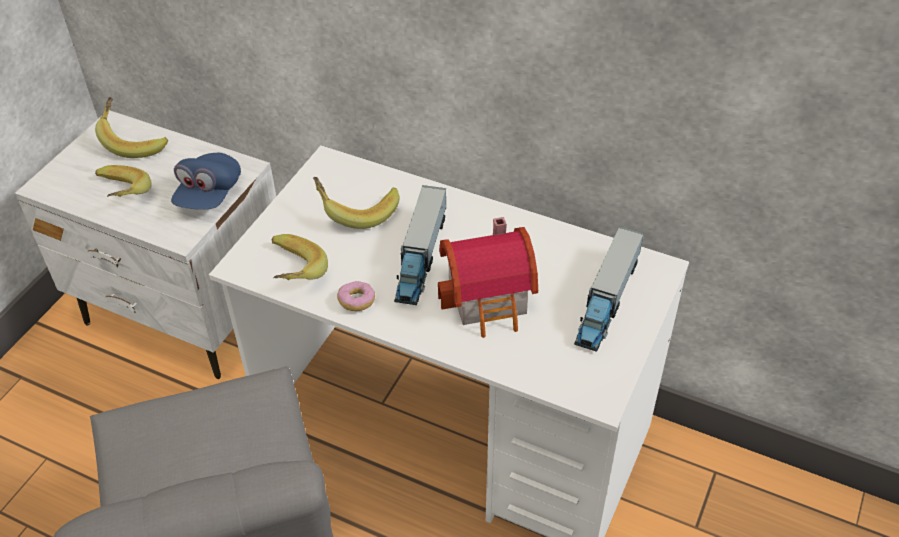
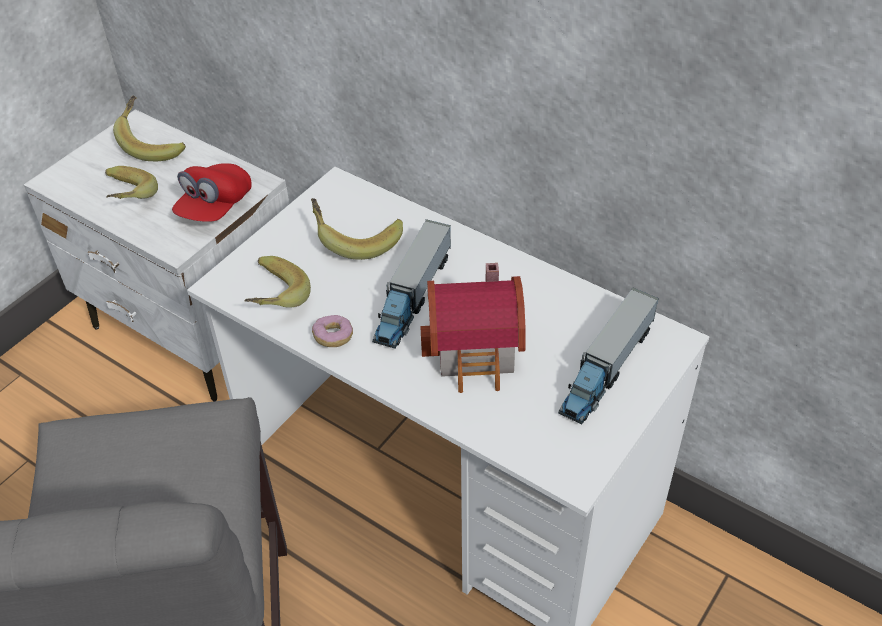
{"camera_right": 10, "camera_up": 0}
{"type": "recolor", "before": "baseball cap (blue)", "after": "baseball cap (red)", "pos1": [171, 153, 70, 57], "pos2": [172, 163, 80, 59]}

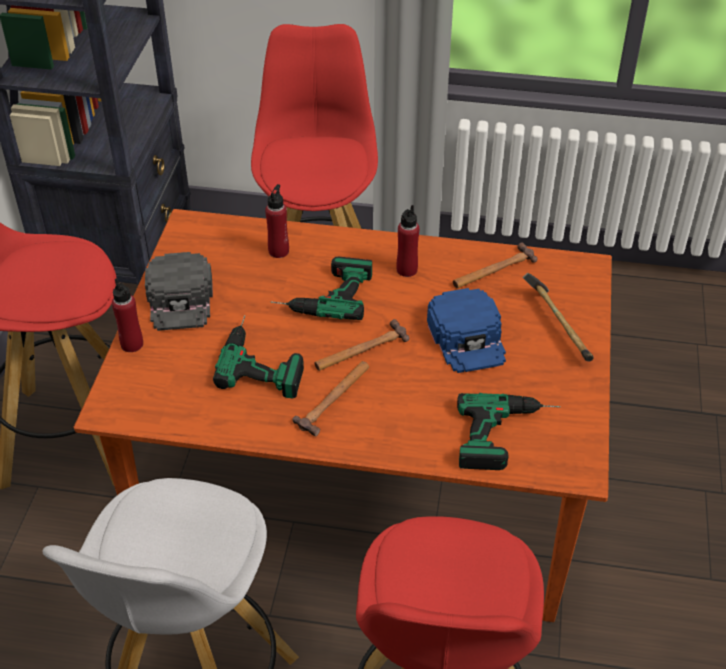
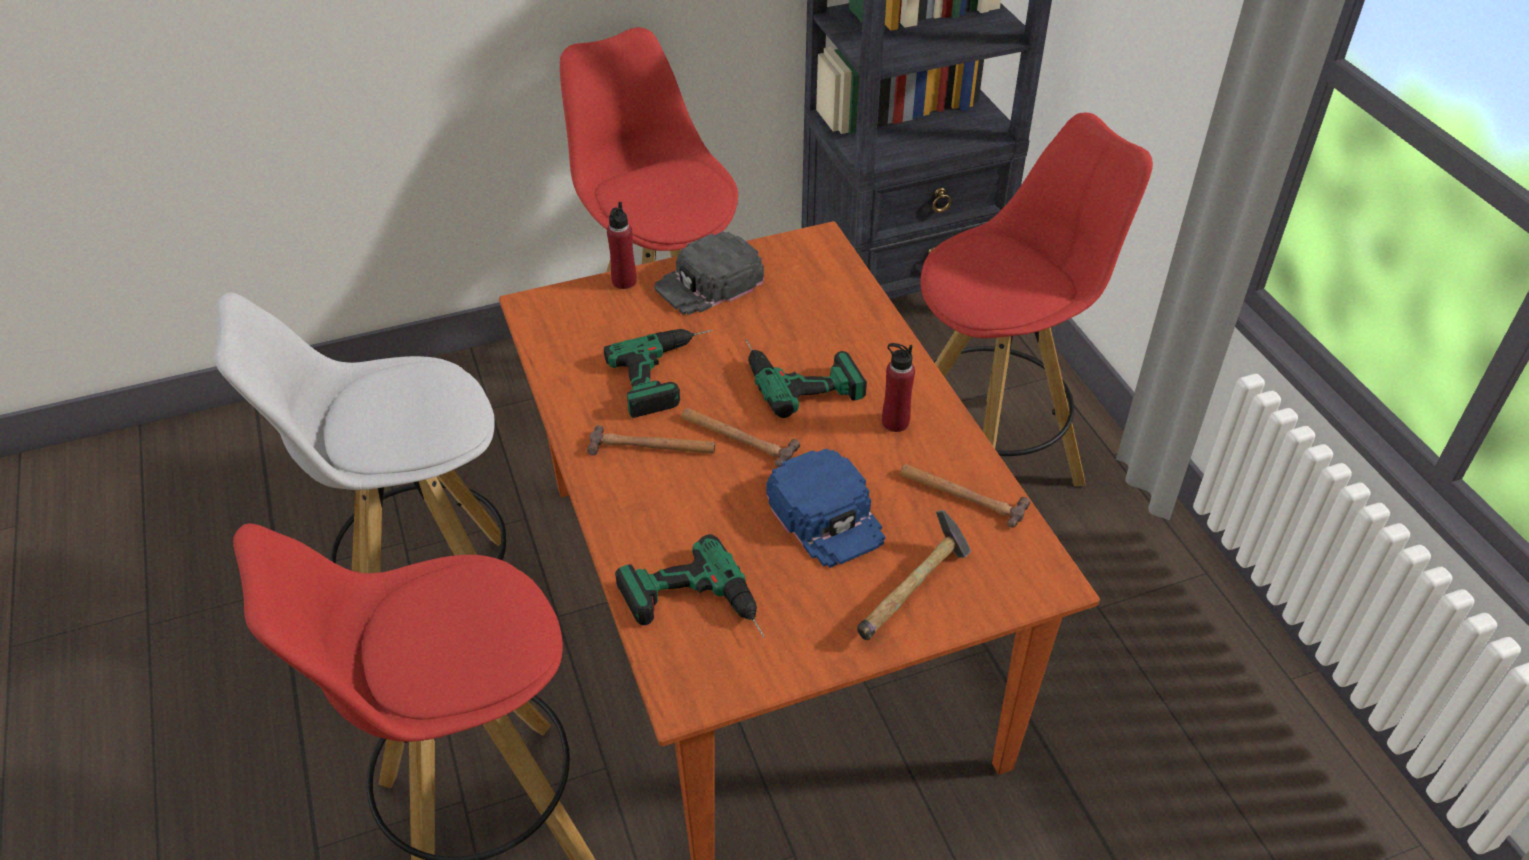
{"camera_right": 60, "camera_up": 0}
{"type": "delete", "before": "drink bottle (red)", "pos1": [265, 184, 24, 74]}
{"type": "rotate", "before": "baseball cap (blue)", "pos1": [427, 288, 79, 85], "pos2": [766, 449, 119, 119], "turn": -75}

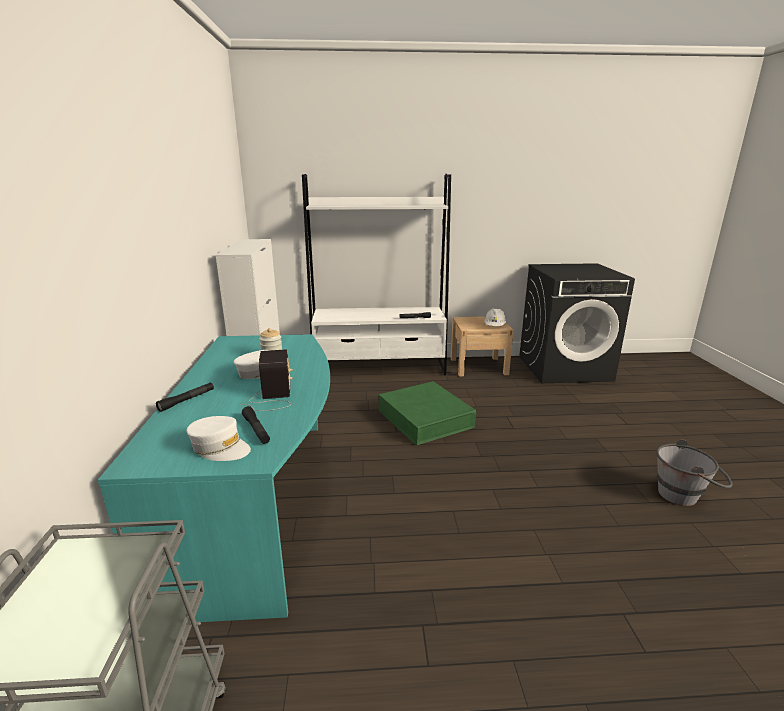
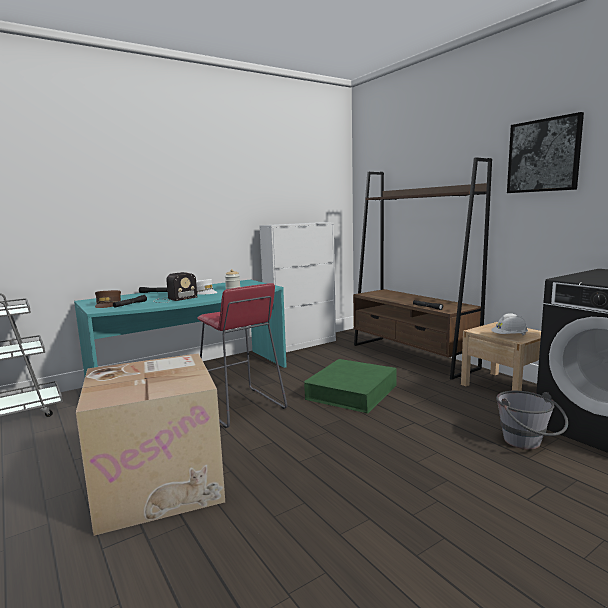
{"camera_right": 60, "camera_up": -10}
{"type": "insert", "after": "packing box", "pos2": [76, 353, 149, 183]}
{"type": "insert", "after": "stool (red)", "pos2": [197, 283, 90, 145]}
{"type": "insert", "after": "wall art", "pos2": [507, 112, 77, 81]}
{"type": "move", "before": "bucket (gray)", "pos1": [656, 439, 77, 67], "pos2": [496, 391, 72, 58]}
{"type": "recolor", "before": "baseball cap (white)", "after": "baseball cap (brown)", "pos1": [186, 416, 65, 45], "pos2": [95, 290, 26, 18]}
{"type": "recolor", "before": "shelving unit (white)", "after": "shelving unit (brown)", "pos1": [302, 174, 149, 201], "pos2": [353, 157, 139, 223]}

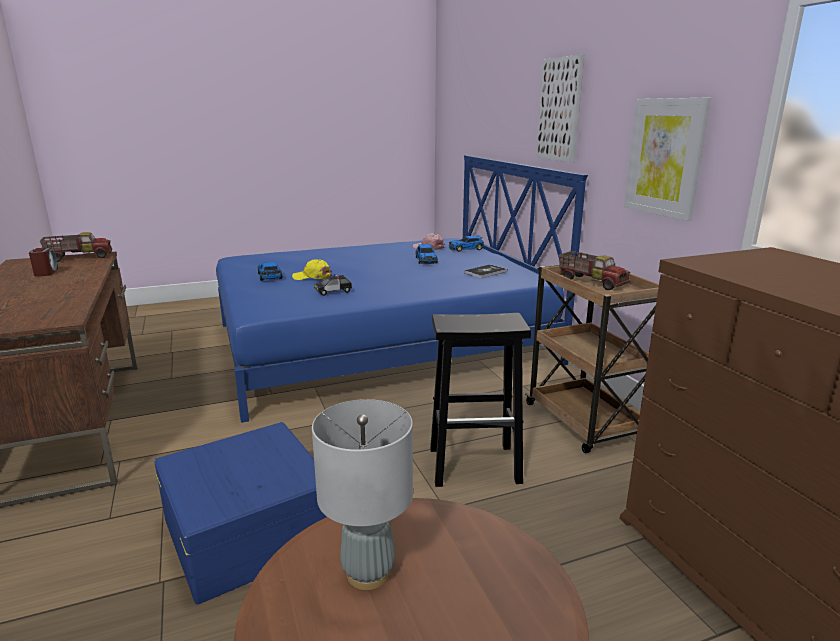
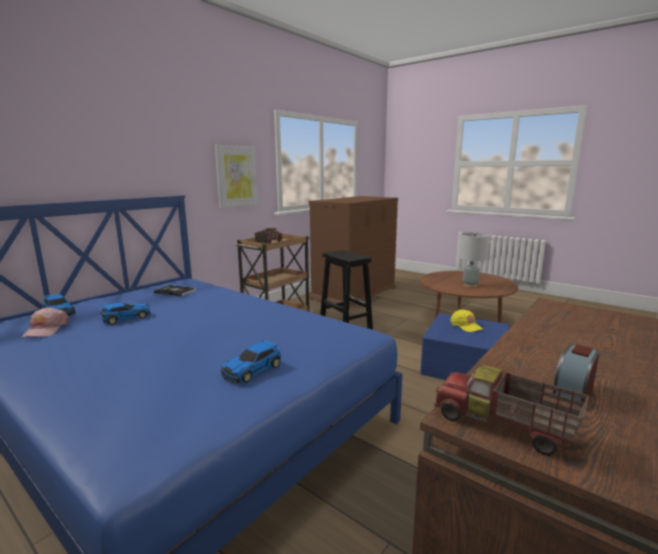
{"camera_right": -120, "camera_up": -5}
{"type": "delete", "before": "model car", "pos1": [314, 274, 38, 22]}
{"type": "delete", "before": "wall art", "pos1": [536, 55, 48, 107]}
{"type": "move", "before": "baseball cap (yellow)", "pos1": [292, 259, 40, 21], "pos2": [450, 309, 33, 23]}

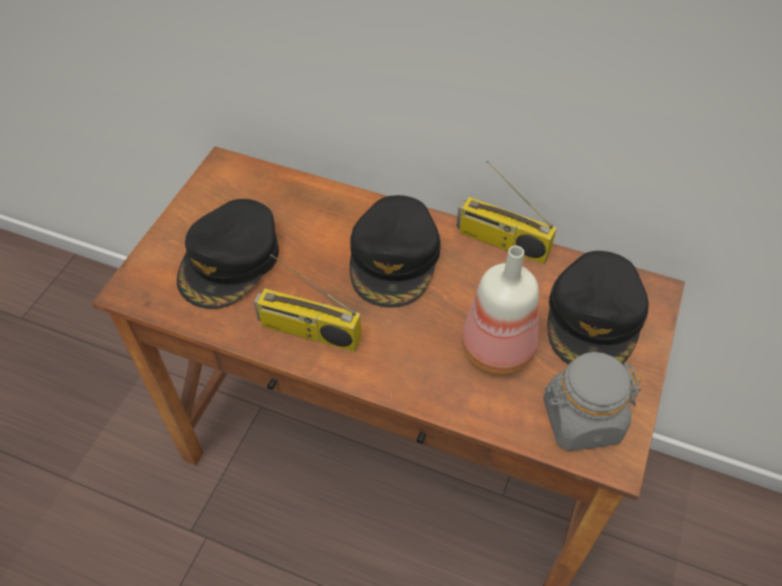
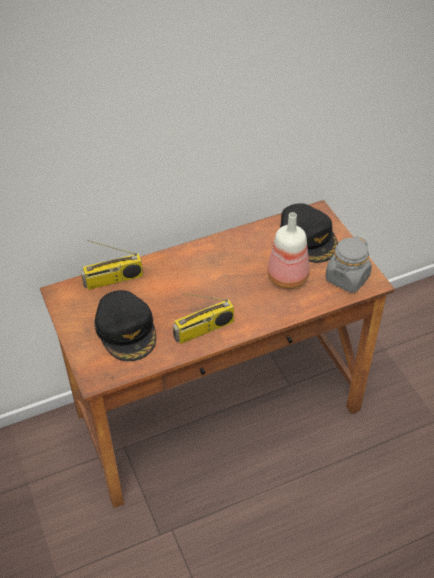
{"camera_right": -45, "camera_up": -5}
{"type": "delete", "before": "baseball cap (black)", "pos1": [350, 195, 90, 113]}
{"type": "move", "before": "radio", "pos1": [456, 161, 101, 103], "pos2": [81, 240, 62, 50]}

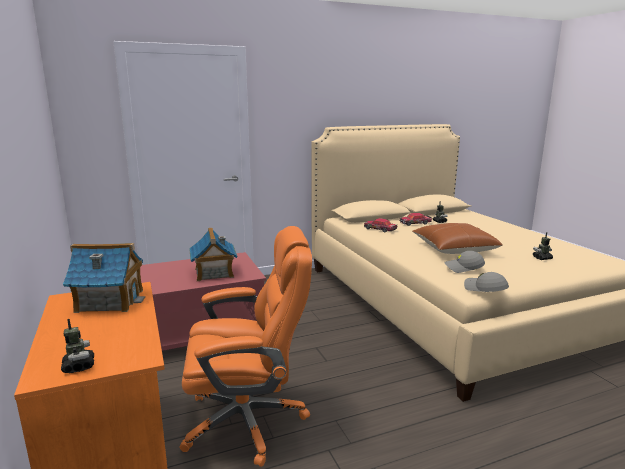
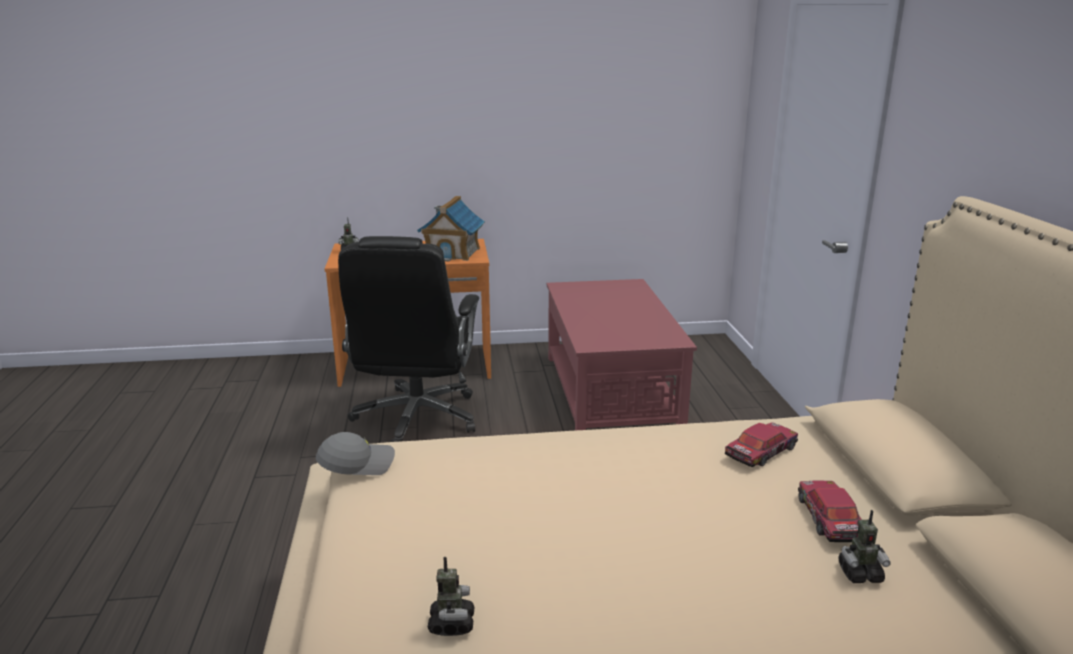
{"camera_right": 105, "camera_up": 5}
{"type": "delete", "before": "model house", "pos1": [189, 228, 48, 53]}
{"type": "delete", "before": "cushion (brown)", "pos1": [412, 223, 91, 31]}
{"type": "delete", "before": "baseball cap (gray)", "pos1": [444, 251, 41, 22]}
{"type": "recolor", "before": "computer chair (orangey)", "after": "computer chair (black)", "pos1": [179, 226, 133, 241], "pos2": [338, 236, 141, 206]}

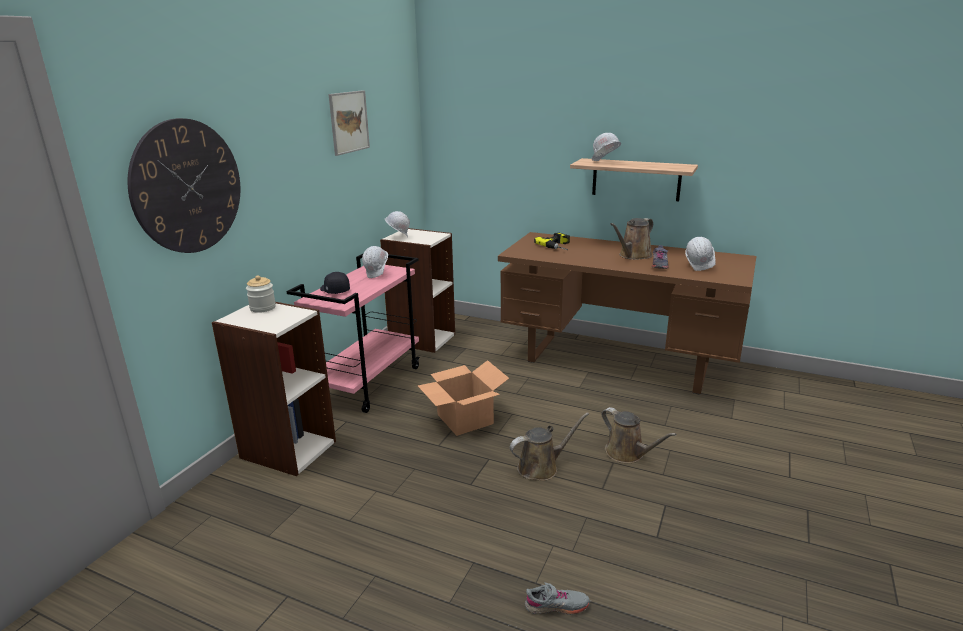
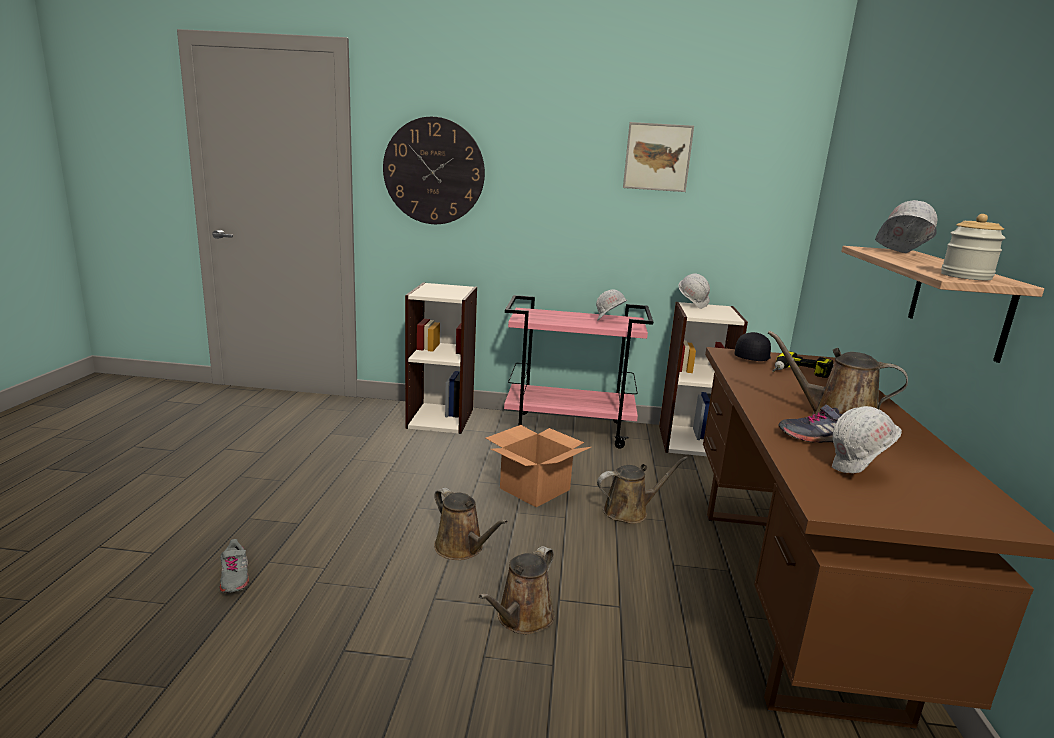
{"camera_right": 70, "camera_up": -5}
{"type": "insert", "after": "watering can (brown)", "pos2": [597, 456, 91, 68]}
{"type": "move", "before": "jar", "pos1": [246, 275, 30, 38], "pos2": [941, 214, 64, 66]}
{"type": "move", "before": "baseball cap (black)", "pos1": [320, 272, 30, 22], "pos2": [735, 332, 36, 29]}

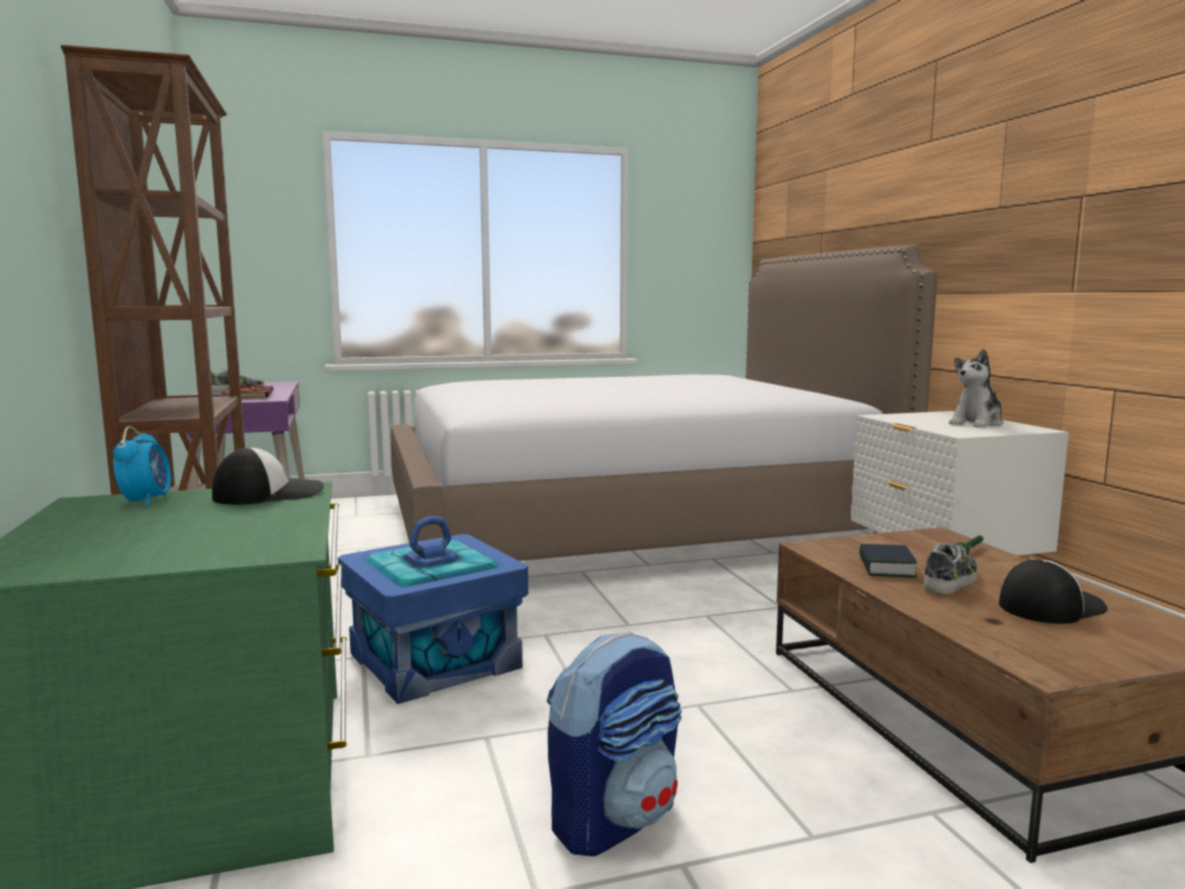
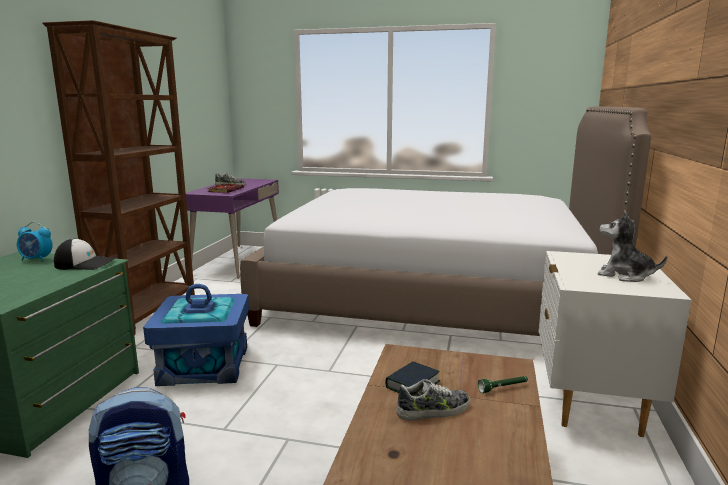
{"camera_right": 30, "camera_up": 5}
{"type": "delete", "before": "baseball cap", "pos1": [999, 559, 108, 65]}
{"type": "rotate", "before": "table clock", "pos1": [113, 426, 58, 81], "pos2": [17, 222, 36, 40], "turn": 75}
{"type": "rotate", "before": "plush toy", "pos1": [949, 349, 55, 79], "pos2": [598, 211, 69, 71], "turn": 45}

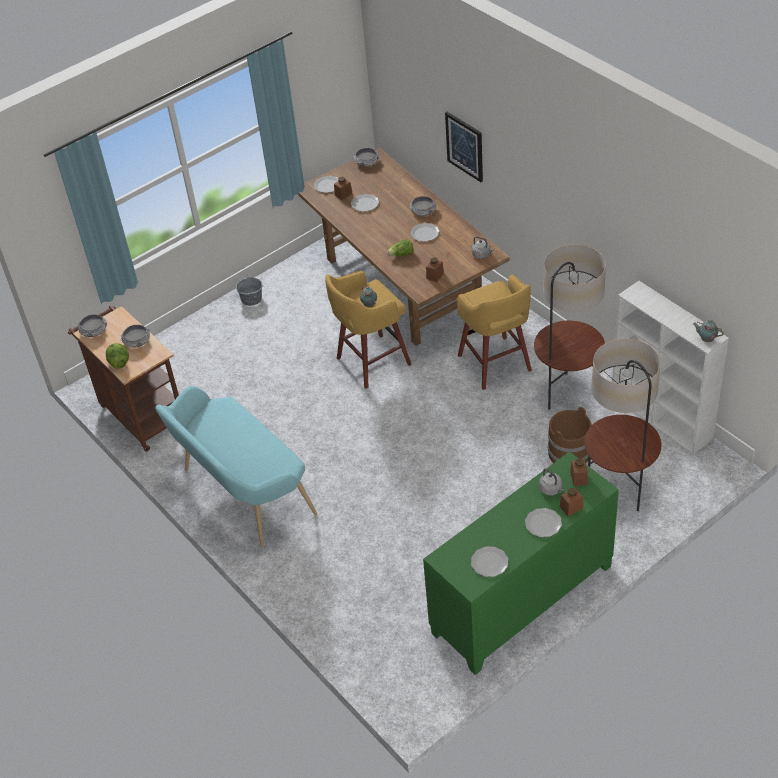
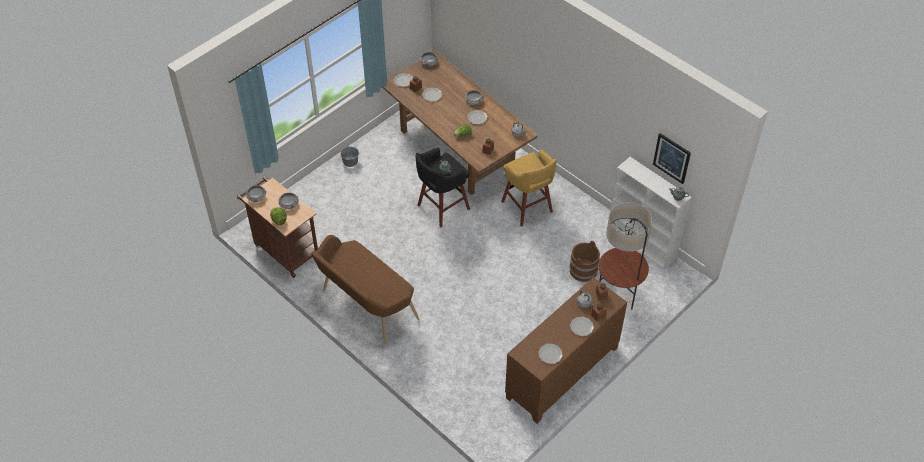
{"camera_right": -10, "camera_up": 5}
{"type": "delete", "before": "floor lamp", "pos1": [534, 244, 72, 166]}
{"type": "move", "before": "wall art", "pos1": [445, 112, 38, 70], "pos2": [653, 133, 38, 51]}
{"type": "recolor", "before": "bench (blue-green)", "after": "bench (brown)", "pos1": [155, 386, 162, 161], "pos2": [311, 235, 108, 108]}
{"type": "recolor", "before": "stool (yellow)", "after": "stool (black)", "pos1": [325, 271, 86, 118], "pos2": [416, 148, 54, 80]}
{"type": "recolor", "before": "cabinet (greenish)", "after": "cabinet (brown)", "pos1": [423, 452, 196, 223], "pos2": [505, 277, 122, 147]}

